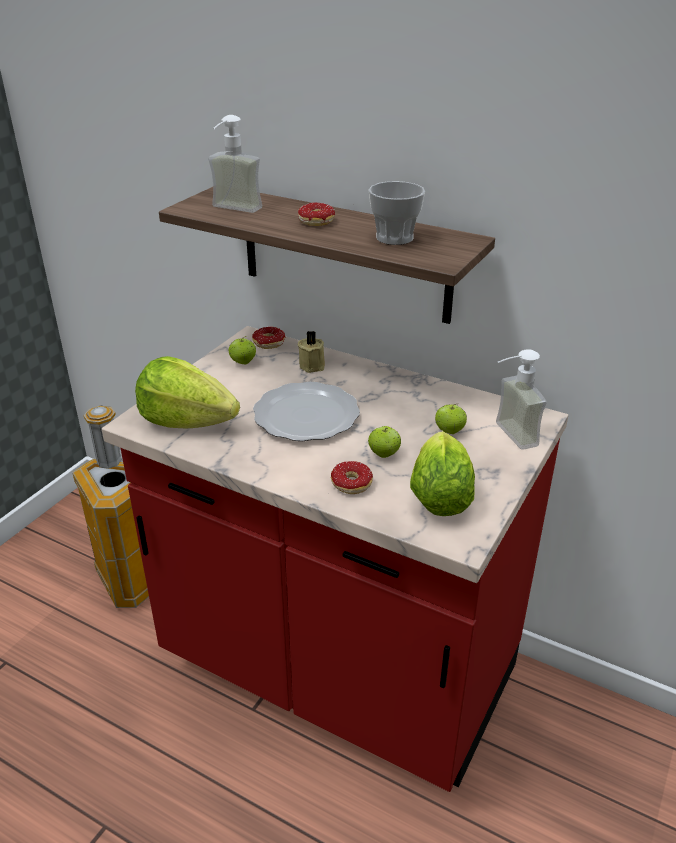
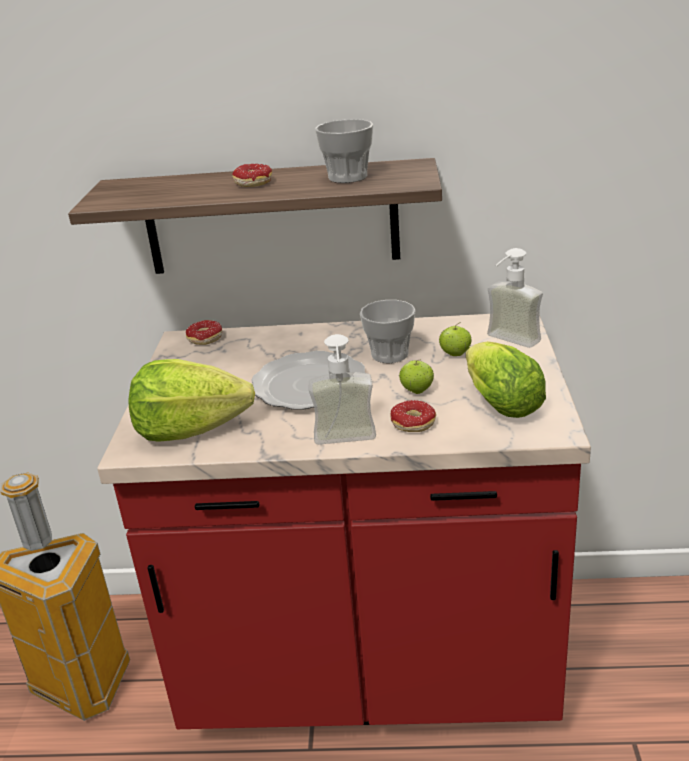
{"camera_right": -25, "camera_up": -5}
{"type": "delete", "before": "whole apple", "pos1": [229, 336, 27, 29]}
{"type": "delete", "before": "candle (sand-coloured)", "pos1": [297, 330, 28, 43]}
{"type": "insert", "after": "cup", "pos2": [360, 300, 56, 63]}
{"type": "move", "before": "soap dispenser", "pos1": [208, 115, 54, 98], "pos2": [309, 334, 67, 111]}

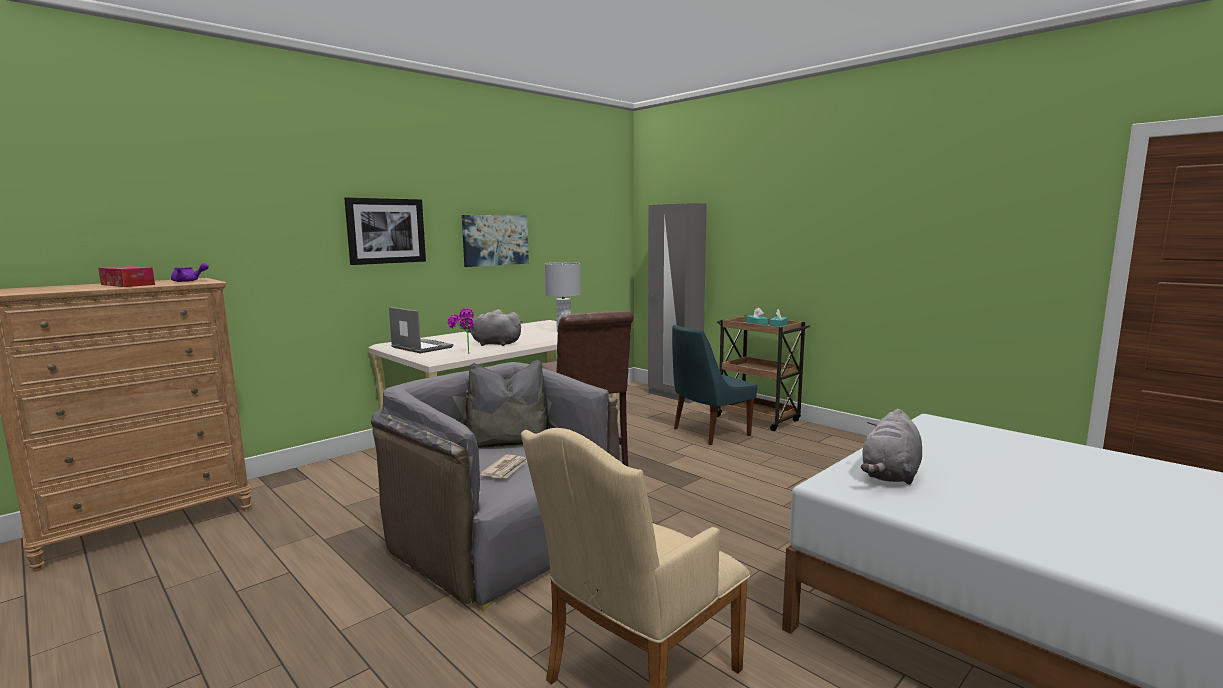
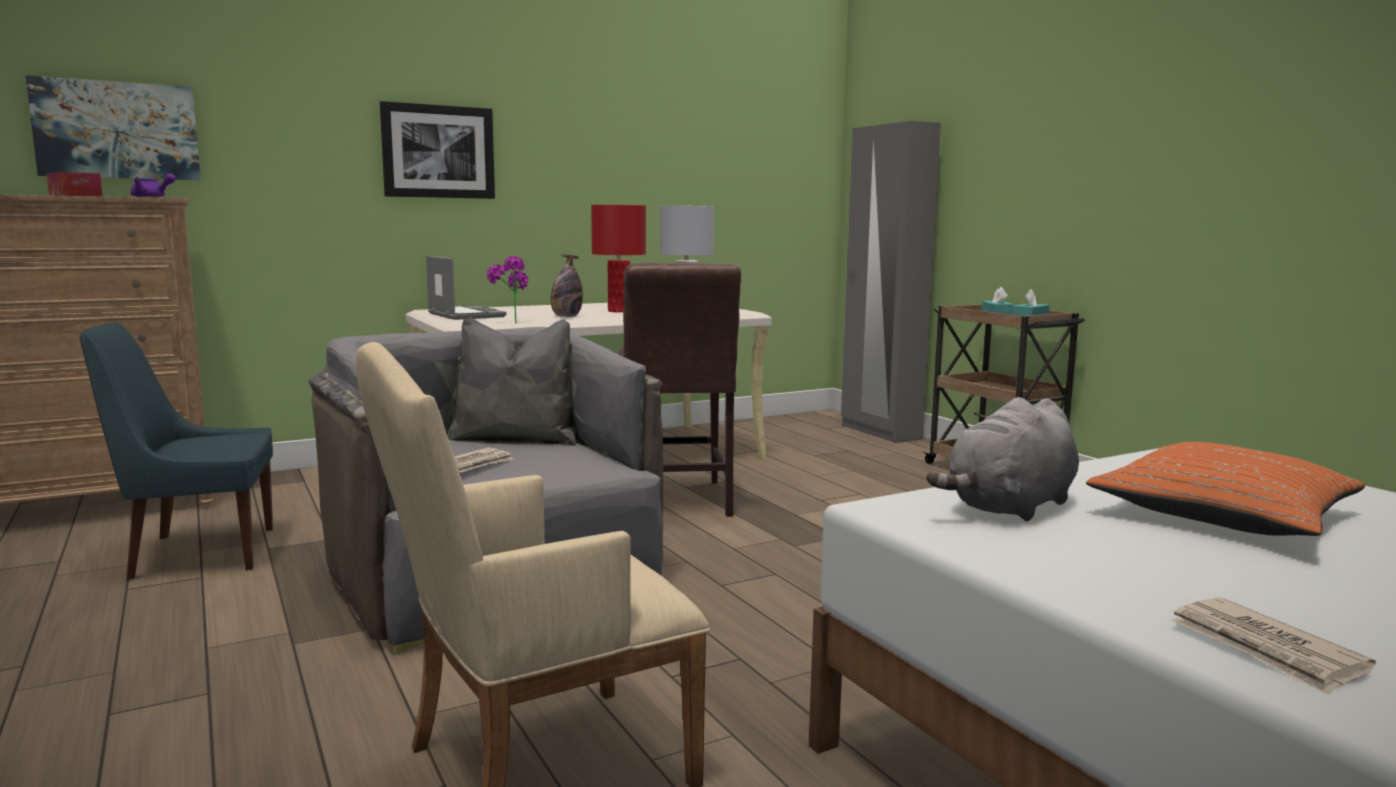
{"camera_right": 15, "camera_up": 0}
{"type": "insert", "after": "table lamp (red)", "pos2": [591, 205, 55, 107]}
{"type": "insert", "after": "cushion (orangey)", "pos2": [1086, 442, 279, 94]}
{"type": "insert", "after": "printed paper", "pos2": [1171, 597, 205, 98]}
{"type": "move", "before": "wall art", "pos1": [462, 215, 67, 52], "pos2": [26, 75, 175, 105]}
{"type": "move", "before": "upright chair (blue)", "pos1": [672, 325, 85, 120], "pos2": [80, 323, 193, 257]}
{"type": "replace", "before": "plush toy (gray)", "after": "drink bottle", "pos1": [468, 309, 55, 37], "pos2": [551, 254, 32, 63]}

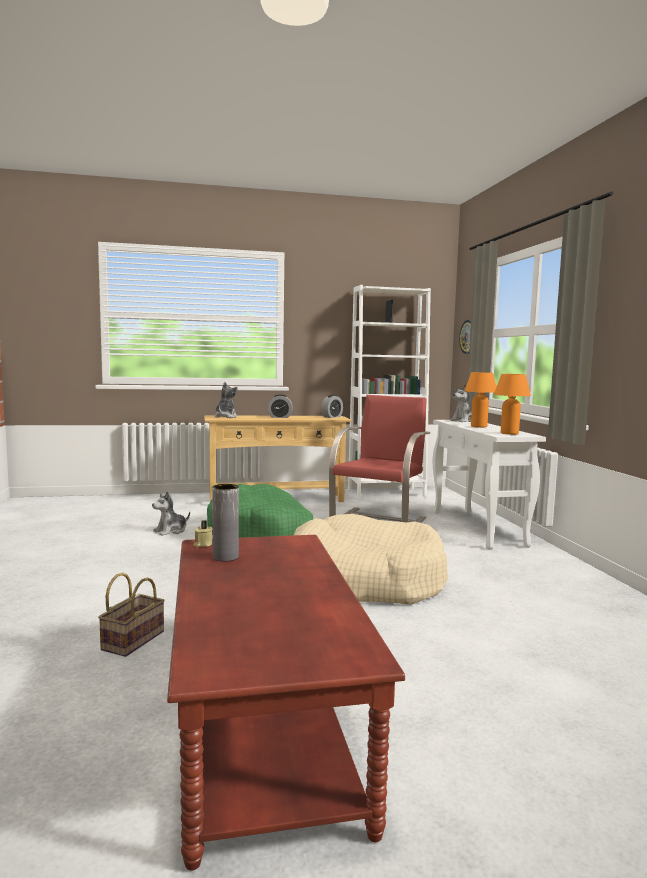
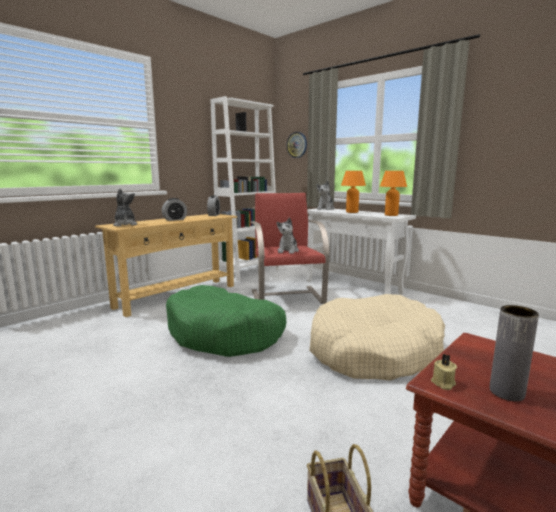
{"camera_right": -35, "camera_up": 5}
{"type": "move", "before": "plush toy", "pos1": [152, 491, 38, 45], "pos2": [276, 218, 23, 36]}

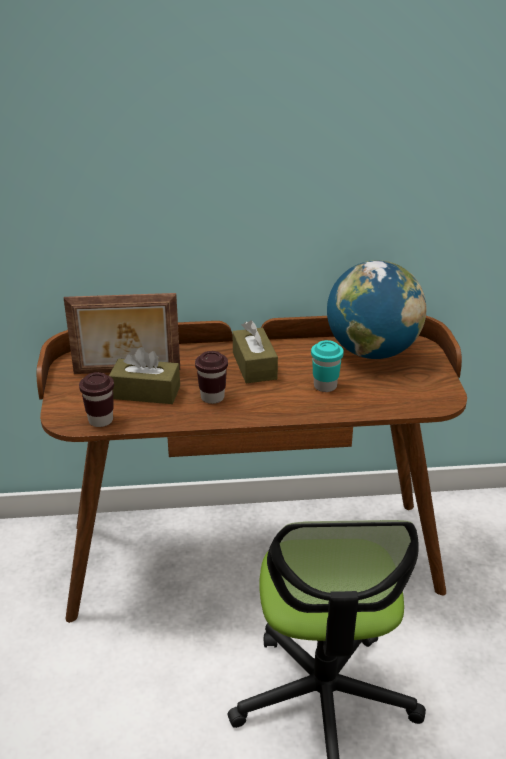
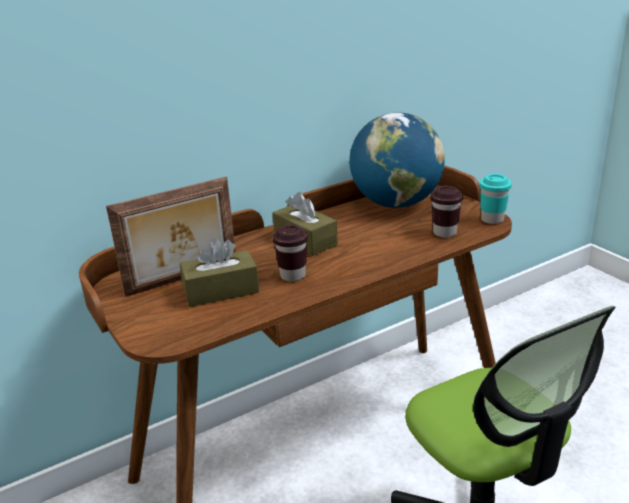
{"camera_right": -25, "camera_up": -5}
{"type": "move", "before": "cup (brown)", "pos1": [79, 372, 35, 55], "pos2": [430, 186, 33, 52]}
{"type": "move", "before": "cup (blue-green)", "pos1": [311, 340, 33, 52], "pos2": [479, 174, 33, 50]}

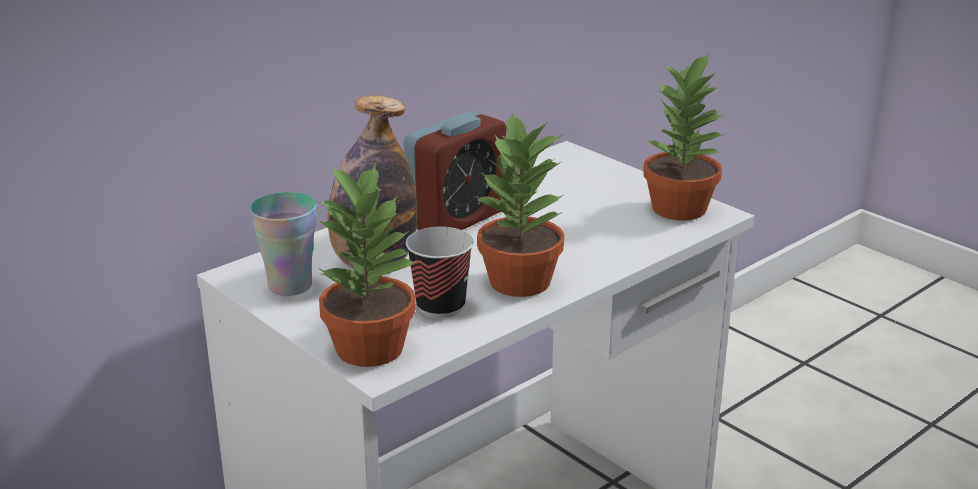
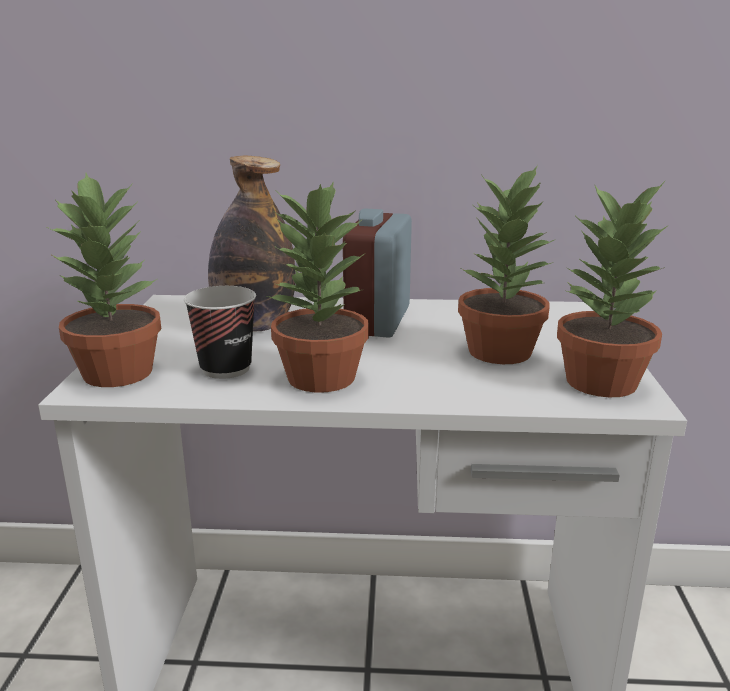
{"camera_right": 45, "camera_up": -5}
{"type": "delete", "before": "cup", "pos1": [250, 192, 66, 104]}
{"type": "insert", "after": "potted plant", "pos2": [458, 165, 96, 199]}
{"type": "rotate", "before": "table clock", "pos1": [403, 111, 103, 119], "pos2": [343, 209, 69, 129], "turn": 105}

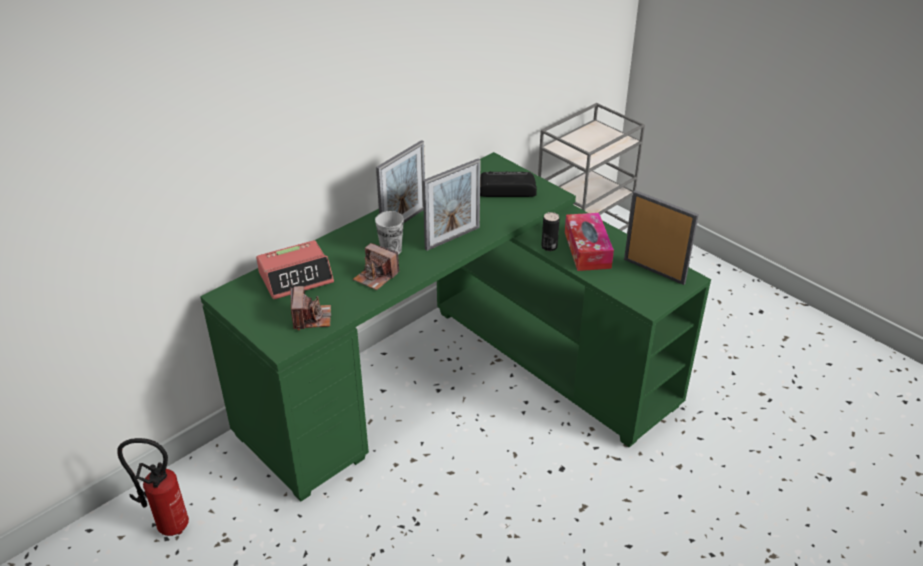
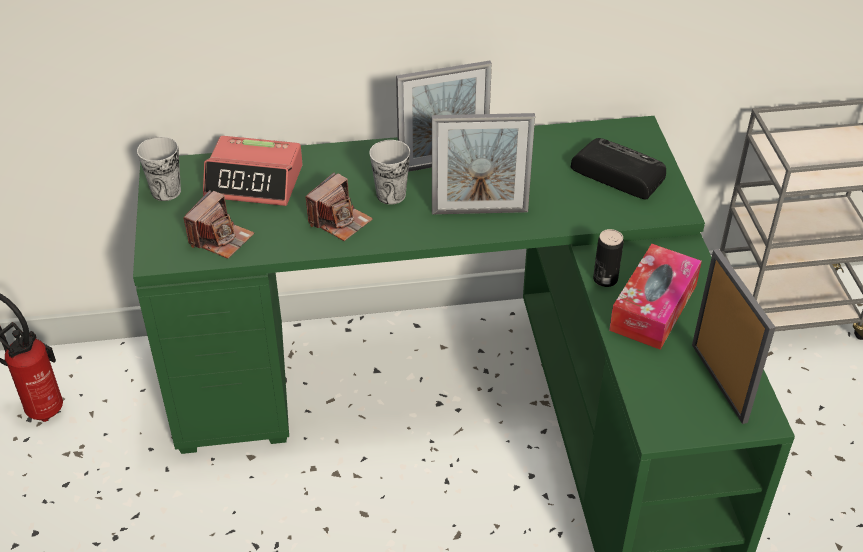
{"camera_right": 35, "camera_up": 5}
{"type": "insert", "after": "cup", "pos2": [137, 136, 44, 65]}
{"type": "rotate", "before": "still camera", "pos1": [353, 243, 46, 47], "pos2": [305, 172, 68, 69], "turn": -120}

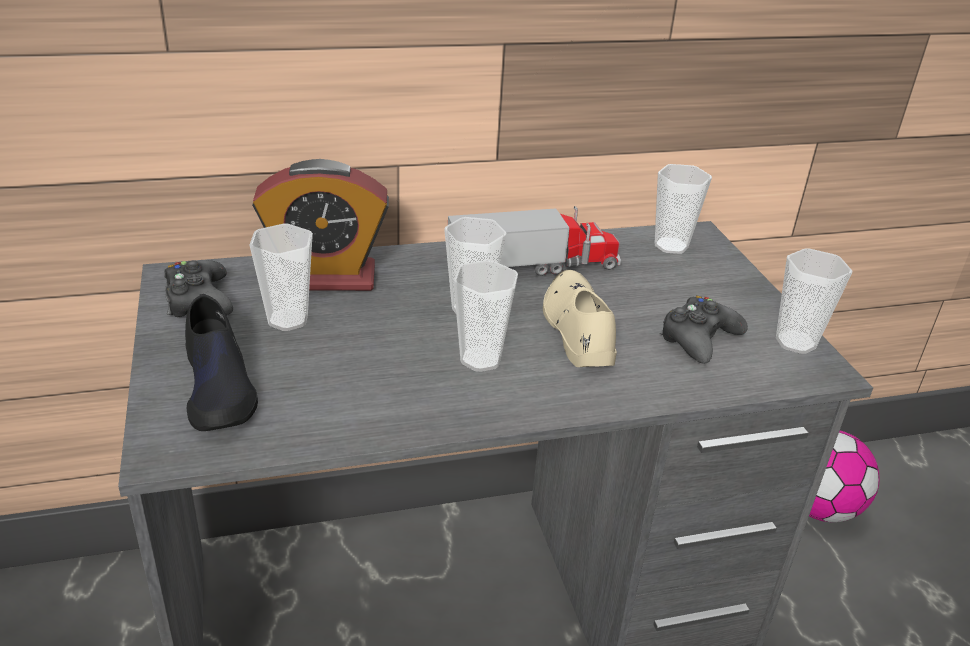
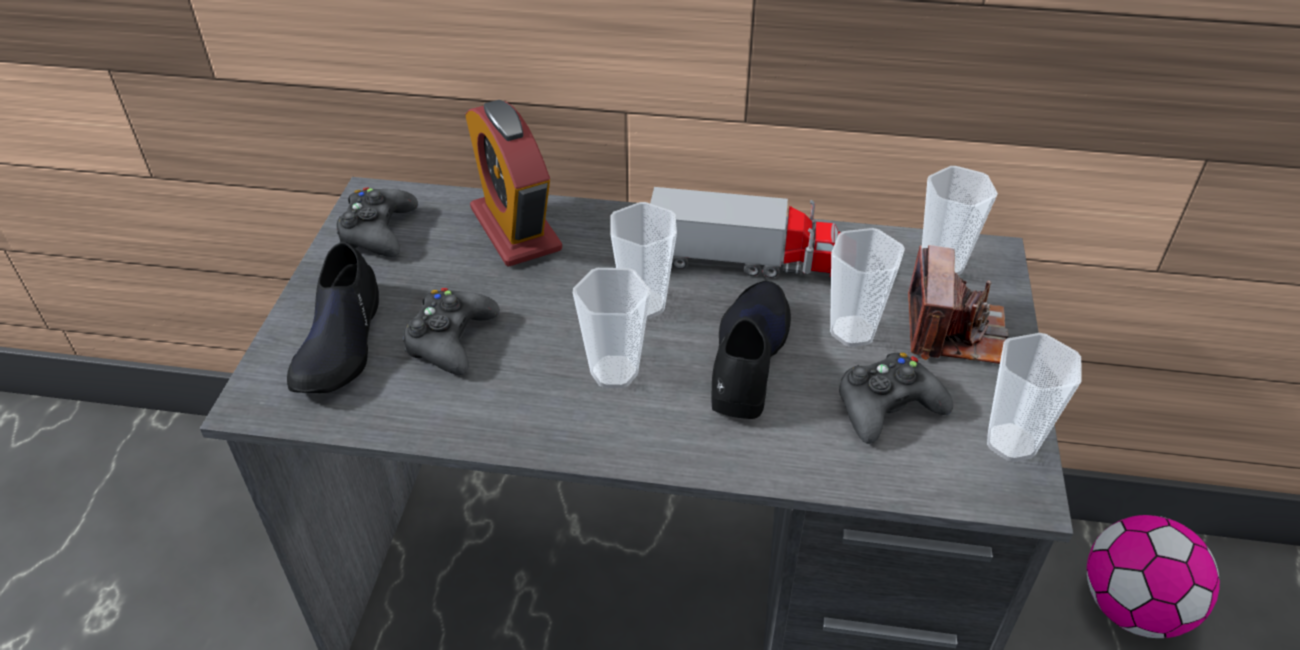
{"camera_right": 25, "camera_up": 10}
{"type": "insert", "after": "game controller (black)", "pos2": [403, 288, 97, 87]}
{"type": "insert", "after": "still camera", "pos2": [908, 245, 101, 119]}
{"type": "move", "before": "cup", "pos1": [249, 224, 64, 107], "pos2": [830, 228, 75, 119]}
{"type": "recolor", "before": "low shoe (sand-coloured)", "after": "low shoe (black)", "pos1": [543, 270, 74, 97], "pos2": [711, 281, 80, 138]}
{"type": "rotate", "before": "table clock", "pos1": [252, 159, 137, 132], "pos2": [466, 100, 96, 167], "turn": 45}

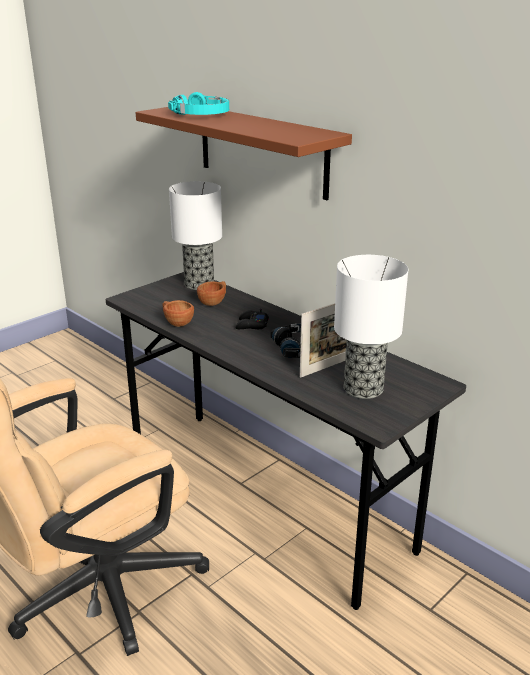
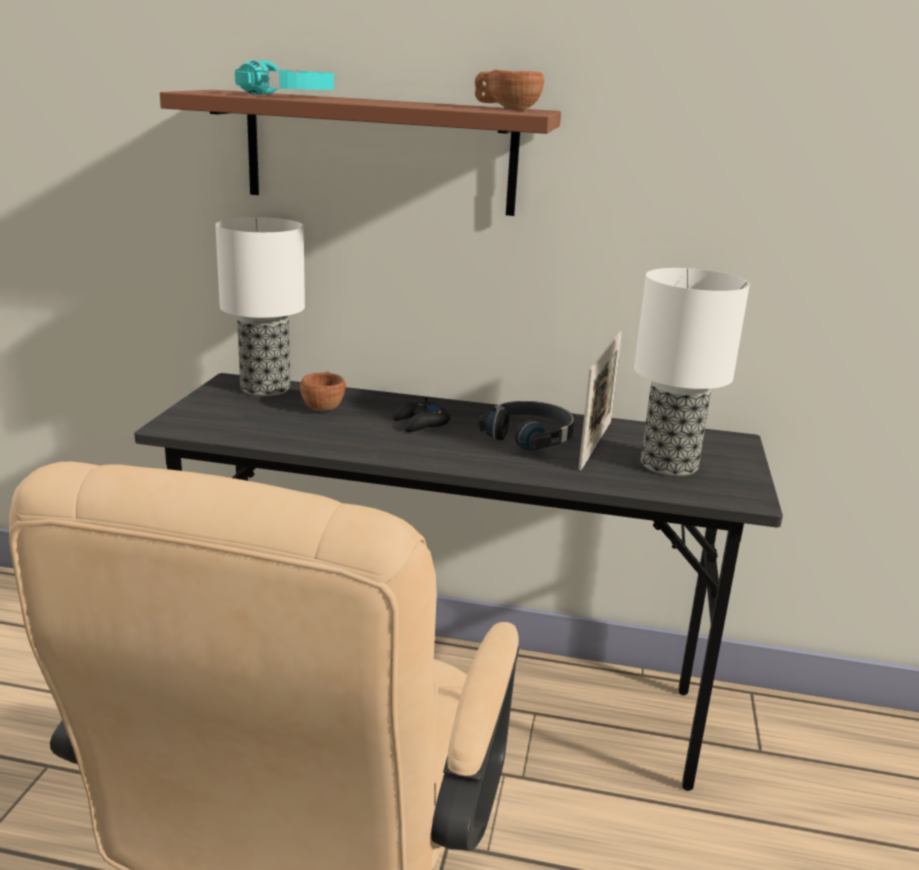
{"camera_right": -35, "camera_up": -5}
{"type": "move", "before": "cup (brown)", "pos1": [162, 300, 32, 27], "pos2": [475, 70, 69, 40]}

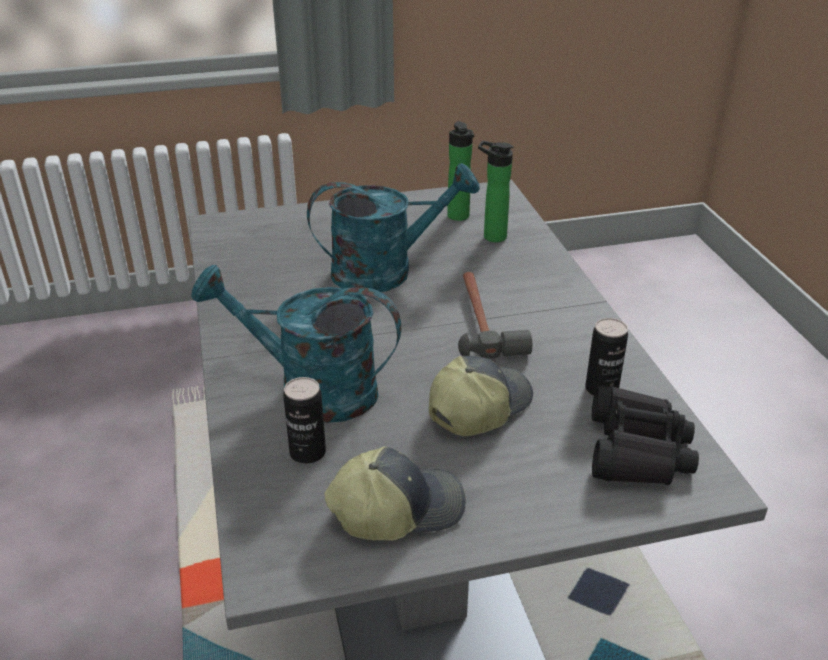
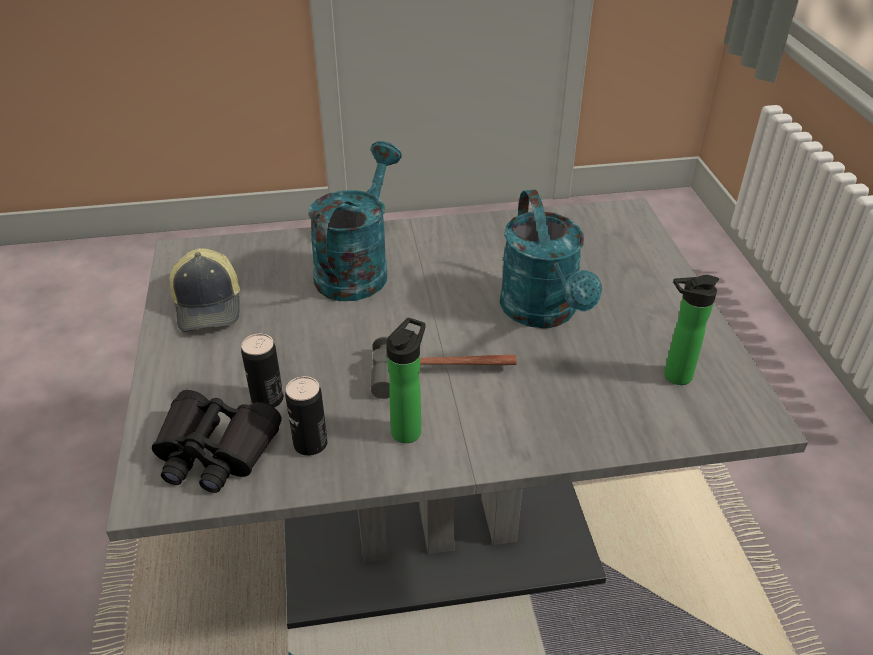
{"camera_right": 95, "camera_up": 5}
{"type": "delete", "before": "baseball cap", "pos1": [429, 356, 104, 80]}
{"type": "move", "before": "can", "pos1": [283, 377, 43, 87], "pos2": [241, 334, 43, 74]}
{"type": "move", "before": "drink bottle", "pos1": [478, 141, 36, 101], "pos2": [387, 318, 39, 125]}

